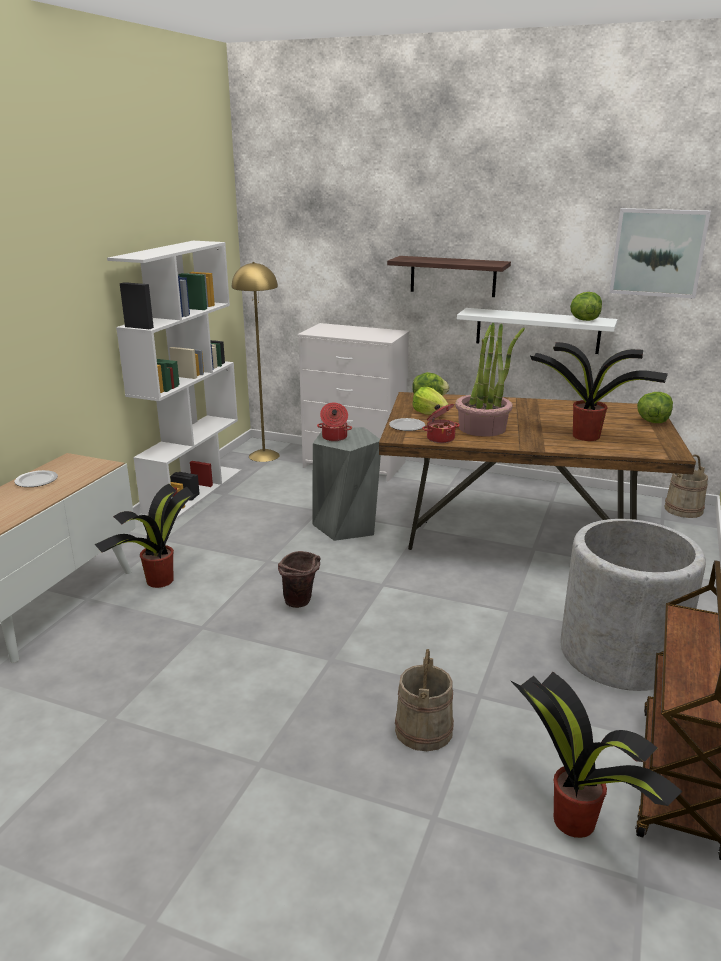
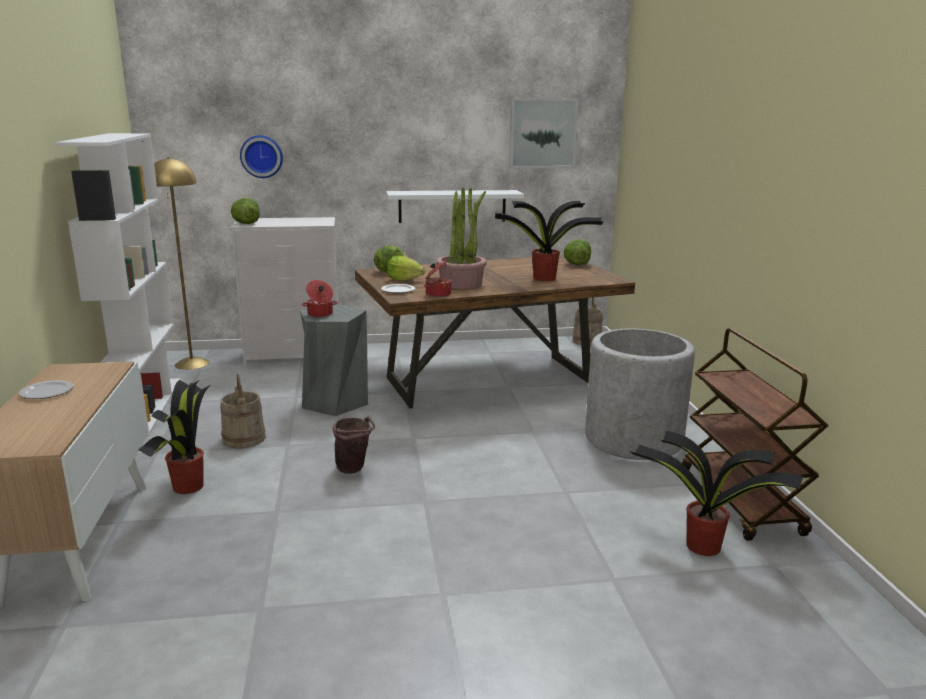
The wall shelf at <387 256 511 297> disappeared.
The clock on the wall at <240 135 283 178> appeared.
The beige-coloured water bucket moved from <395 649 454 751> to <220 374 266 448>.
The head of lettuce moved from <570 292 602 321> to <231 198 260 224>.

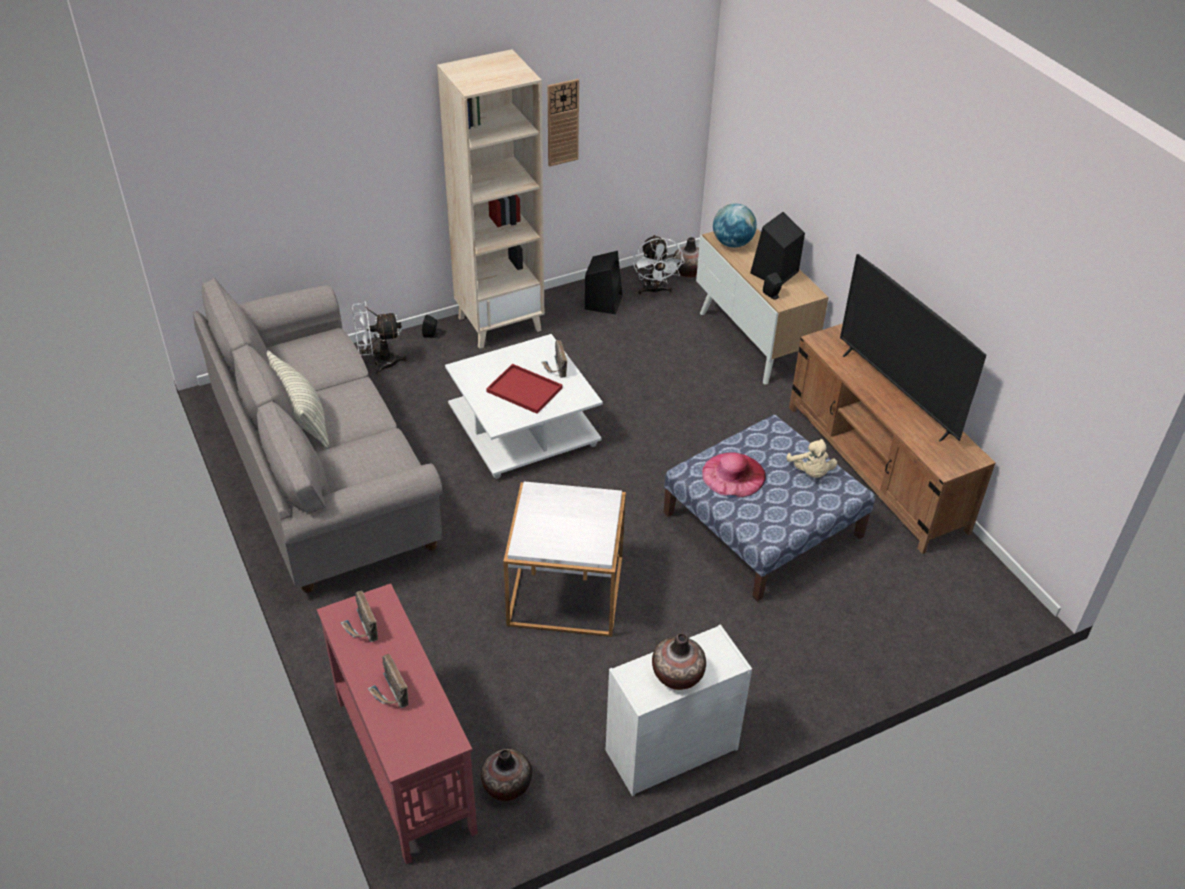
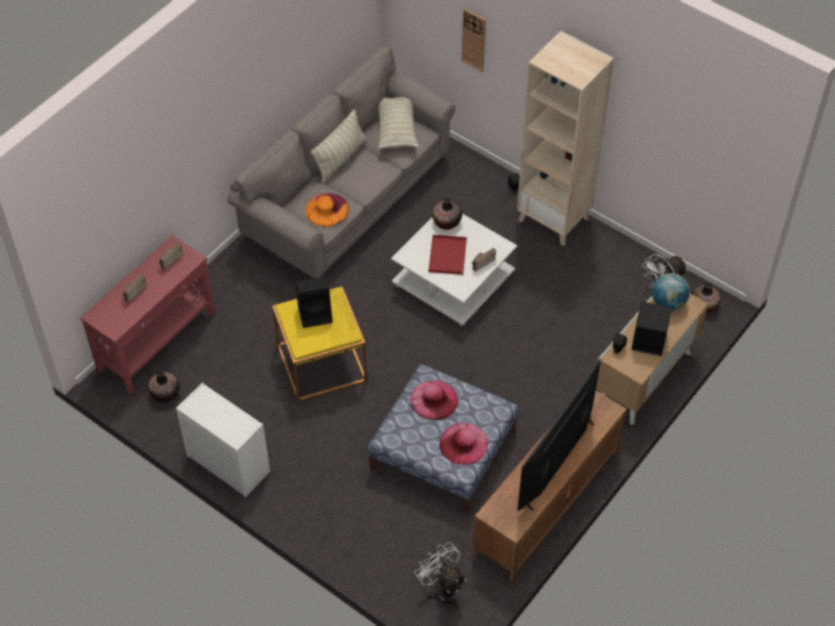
The orange-coloured clothing hat at <305 193 349 227> appeared.
The cushion at <378 97 419 149> appeared.
The white-coloured cooling fan moved from <352 301 407 376> to <415 542 466 609>.
The clock on the wall moved from <548 79 579 167> to <462 8 486 72>.
The black-coloured speaker moved from <585 251 623 314> to <296 277 333 328>.
The decorative vase moved from <652 633 706 690> to <432 198 462 230>.
The beige-coloured plush toy at <786 439 837 478> was replaced by the pinkish clothing hat at <439 423 488 465>.
The white-coloured accent table at <503 481 626 637> became the yellow-coloured accent table at <272 286 367 401>.

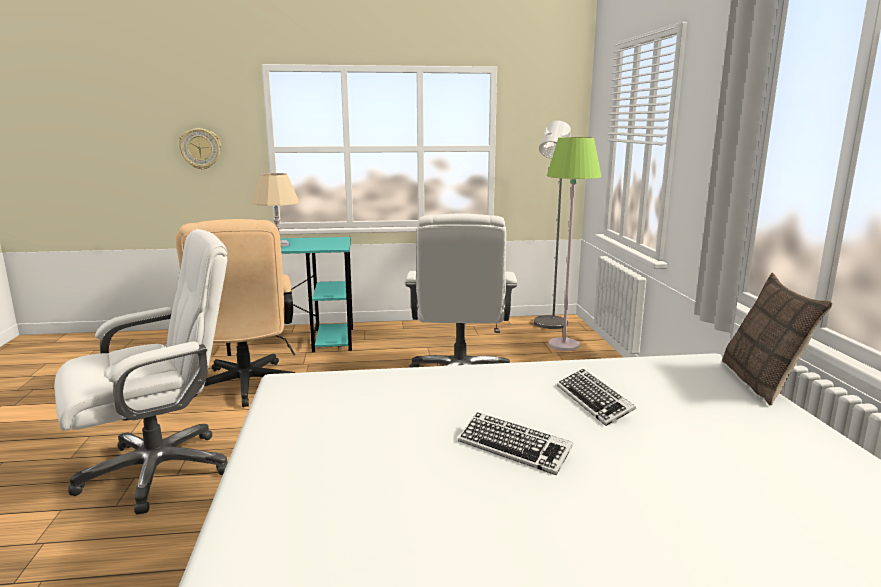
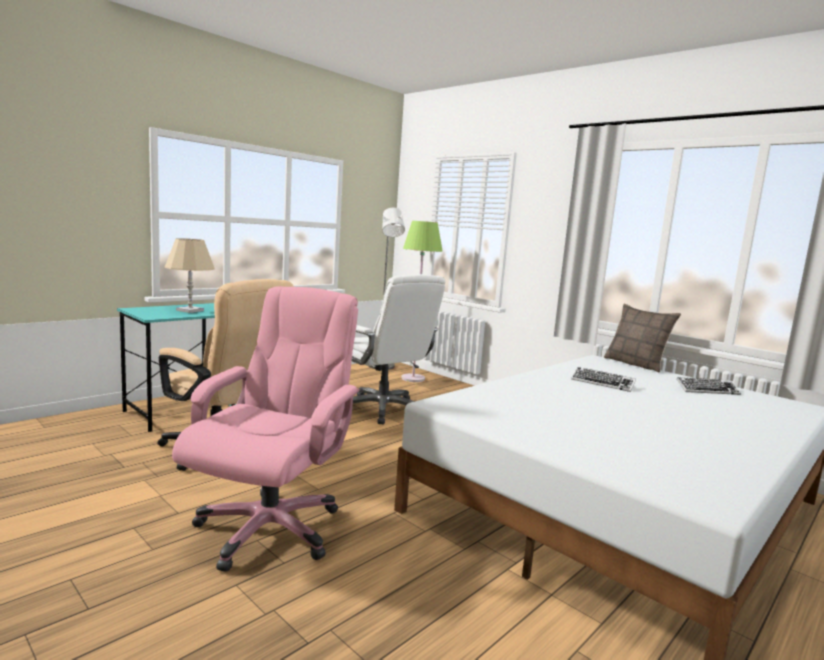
The clock on the wall at <179 128 221 170> disappeared.
The PC keyboard moved from <458 412 573 475> to <676 377 741 395>.
The white-coloured computer chair at <54 229 228 514> became the pinkish computer chair at <172 286 360 572>.

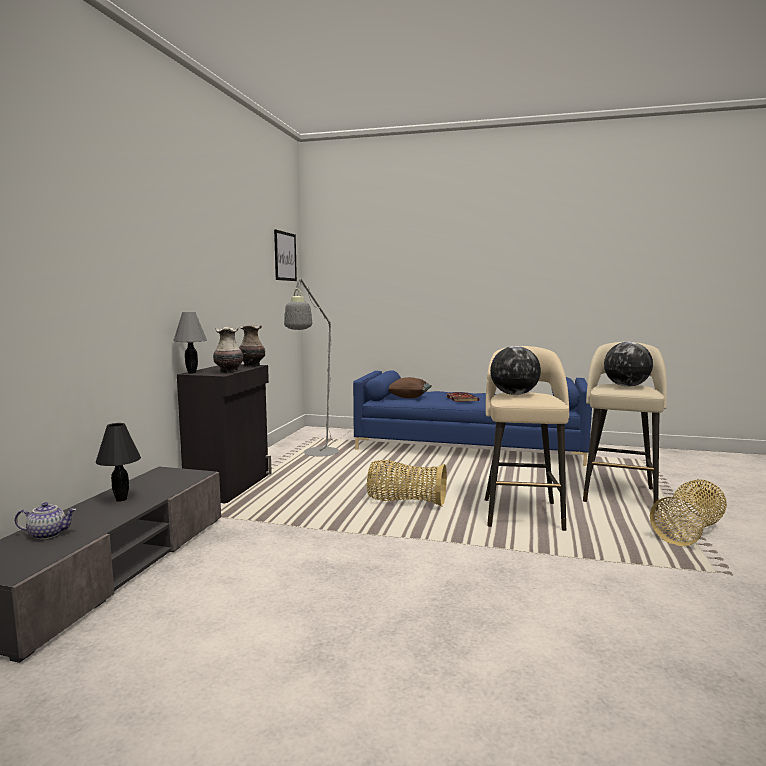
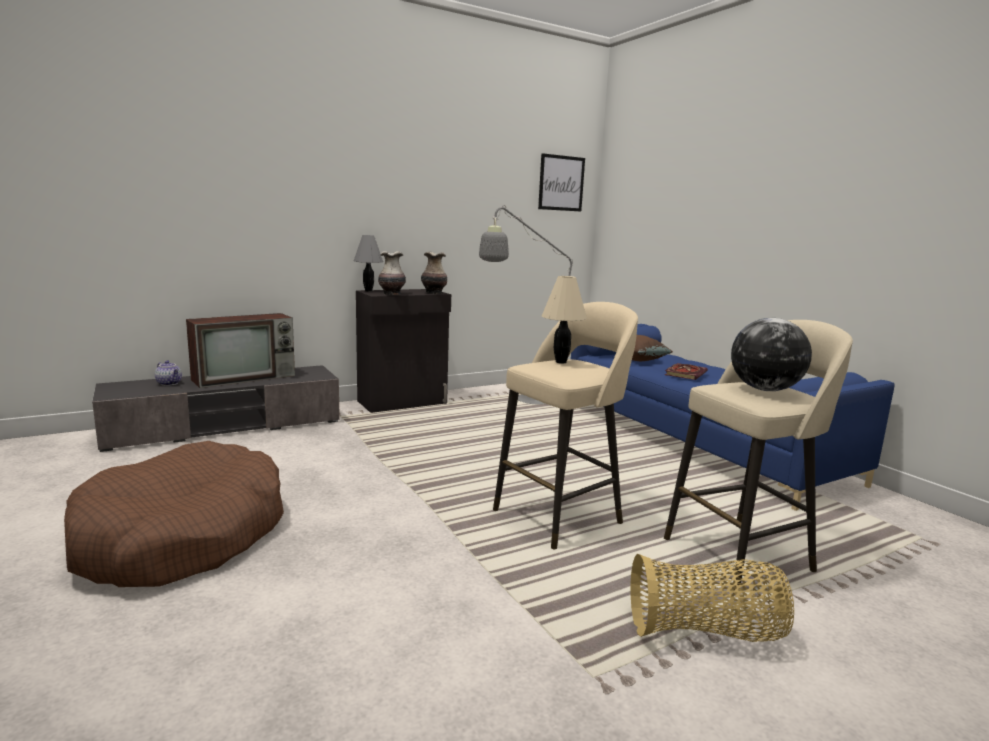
The household basket at <367 460 447 507> disappeared.
The brown pet bed at <64 441 284 587> appeared.
The black-coloured lamp for a table at <96 423 141 502> was replaced by the TV set at <186 313 295 388>.
The globe at <490 346 541 395> was replaced by the beige-coloured lamp for a table at <542 276 587 364>.

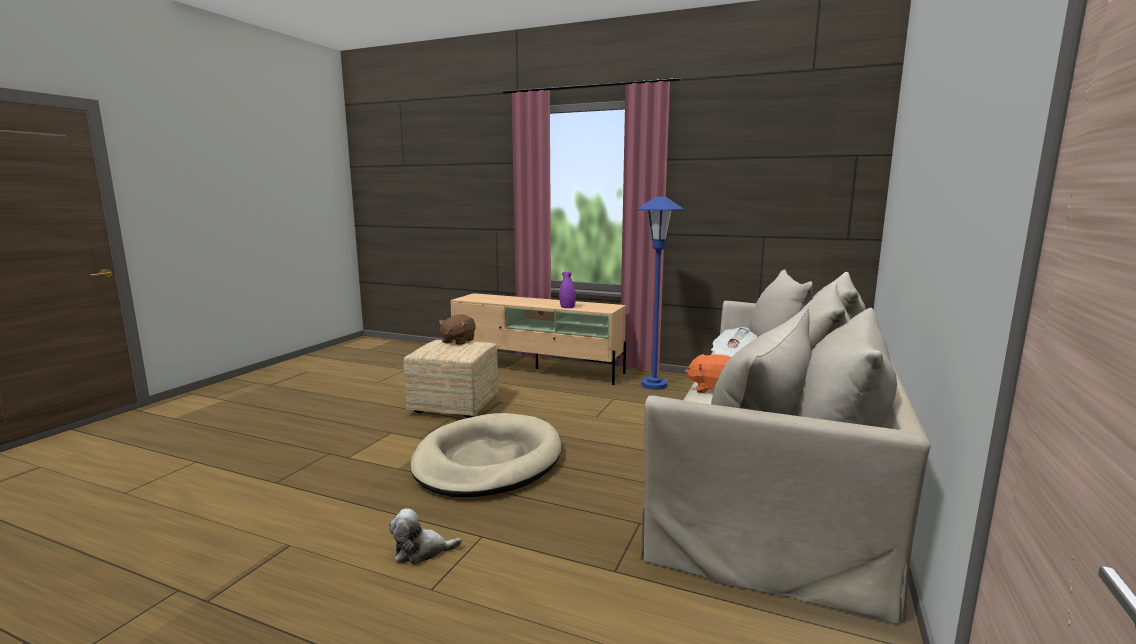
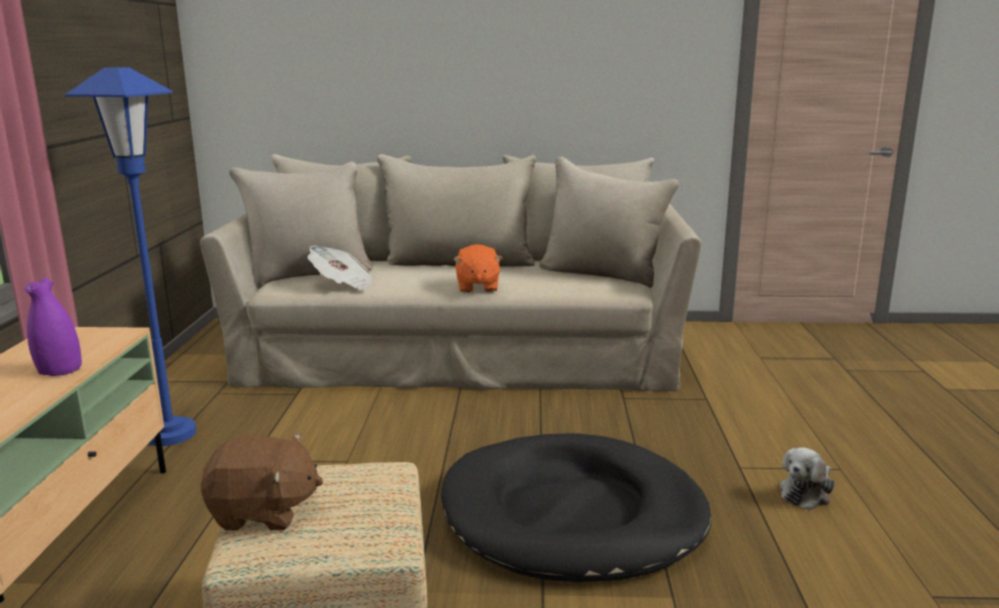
The beige-coloured pet bed at <410 413 561 498> became the black-coloured pet bed at <441 433 712 582>.
The plush toy at <389 508 462 565> turned 75 degrees clockwise.

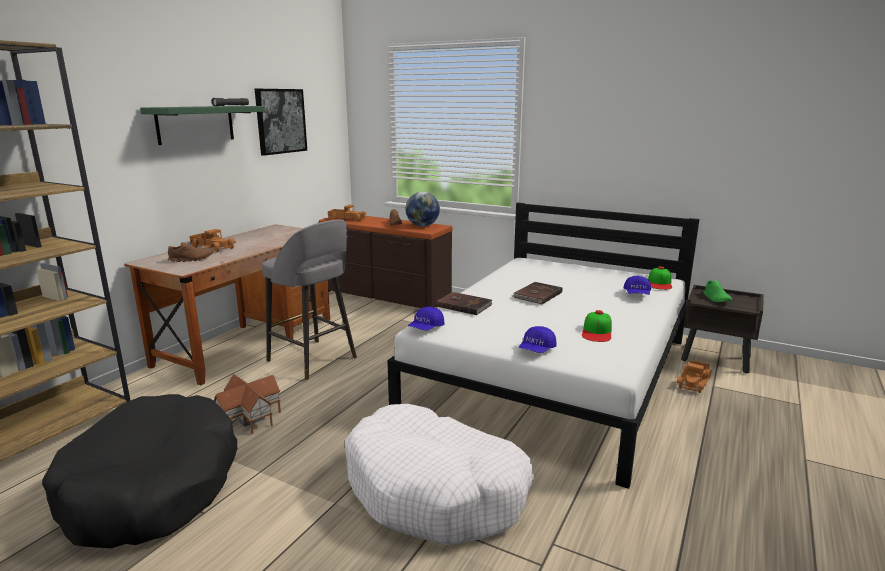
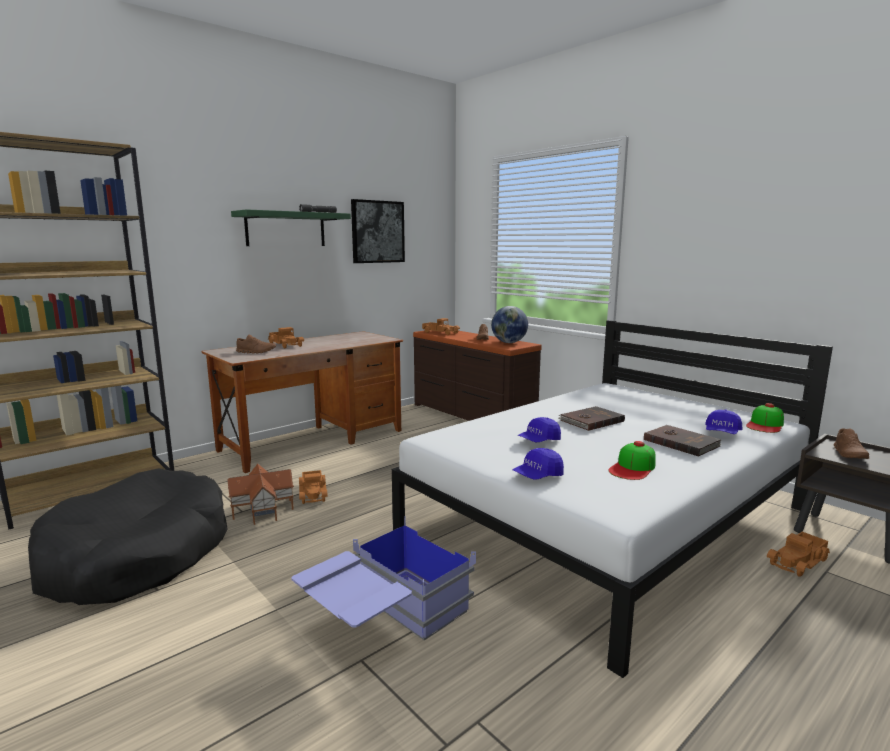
The grey stool seat at <262 220 357 380> disappeared.
The toy lorry at <299 470 328 504> appeared.
The blue-coloured peaked cap moved from <408 307 444 331> to <518 417 561 442>.
The brown volume moved from <436 292 493 315> to <644 425 722 456>.
The white-coloured pet bed at <345 404 534 545> was replaced by the blue-coloured storage container at <291 516 476 641>.
The green-coloured shoe at <703 280 732 302> became the brown shoe at <834 428 869 459>.

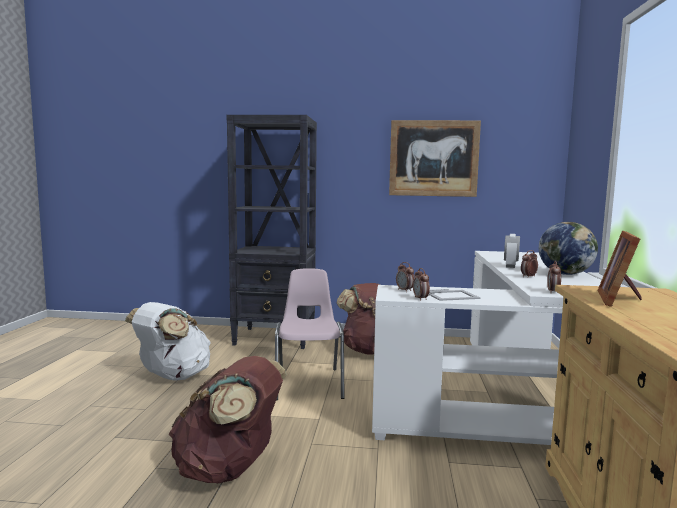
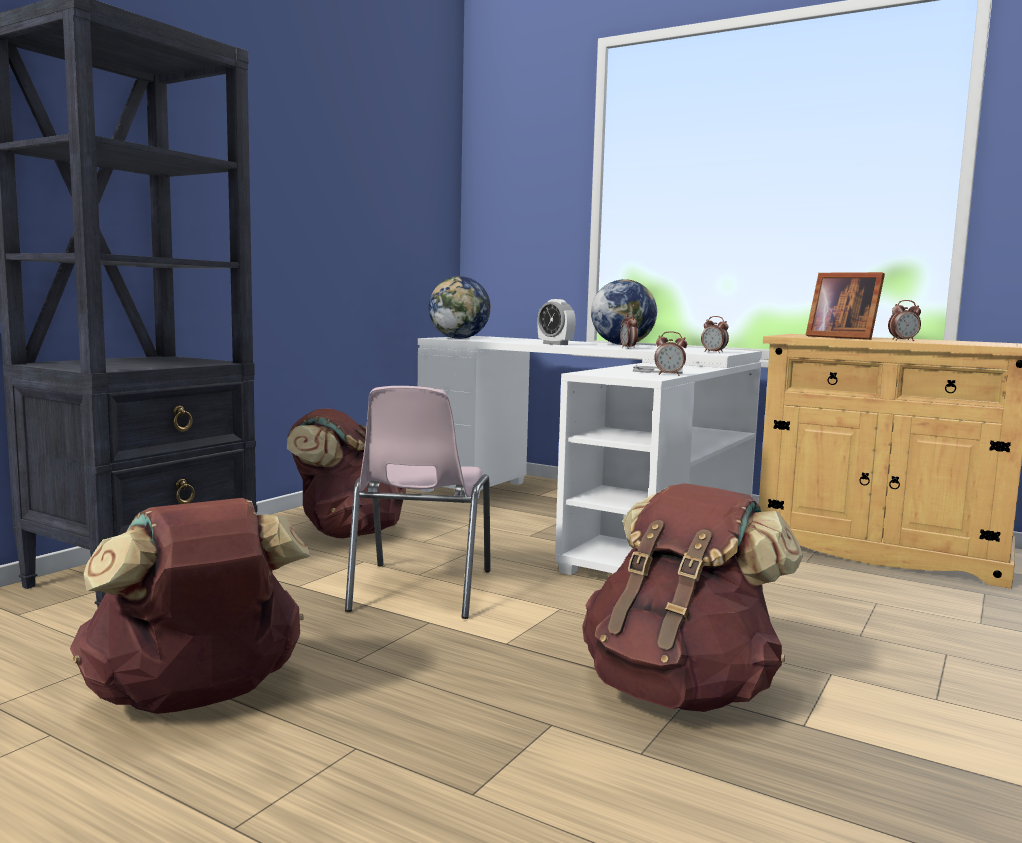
The wall art at <389 120 481 197> disappeared.
The globe at <429 276 491 339> appeared.
The bedside clock moved from <396 262 415 292> to <888 300 921 341>.
The white-coloured rucksack at <125 302 211 381> became the brown rucksack at <70 498 310 714>.
The pinkish chair at <275 268 344 400> turned 105 degrees counterclockwise.

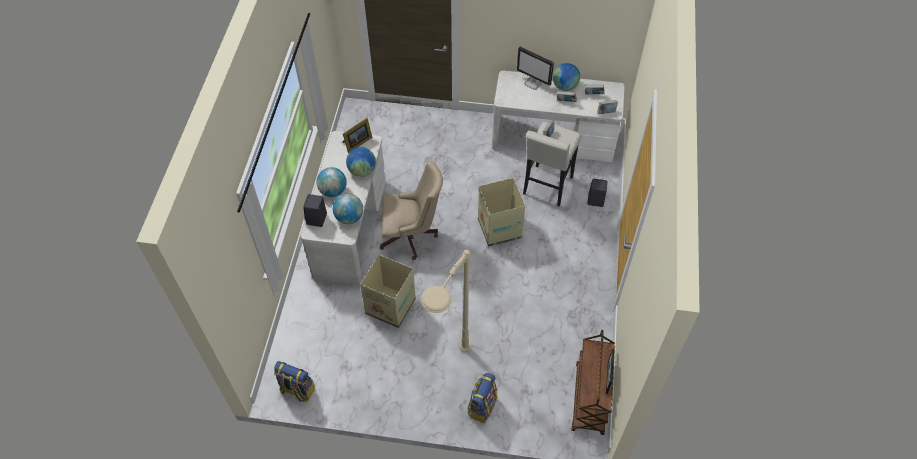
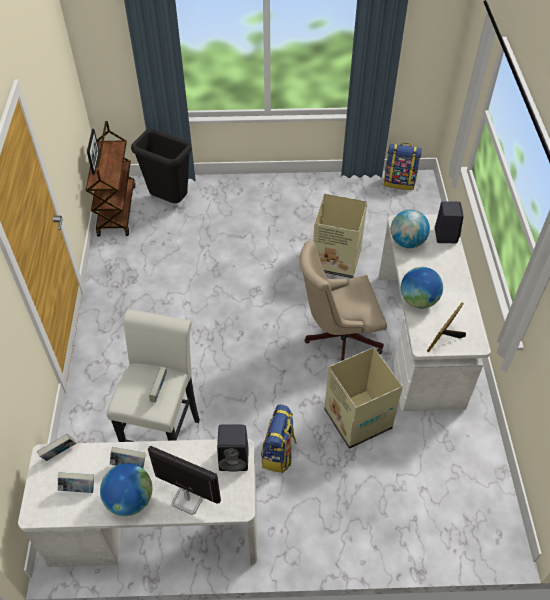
The globe at <316 167 347 197> disappeared.
The beige-coloured floor lamp at <421 250 471 352> disappeared.
The black-coloured trash can at <131 129 192 203> appeared.
The rucksack moved from <468 373 498 423> to <261 404 297 473>.
The packing box moved from <478 178 525 246> to <324 347 403 449>.
The black-coloured speaker moved from <587 179 607 207> to <217 425 249 472>.

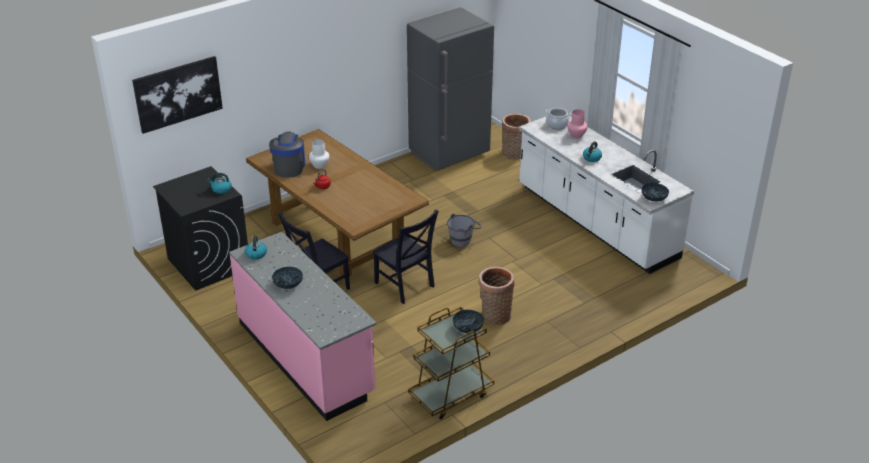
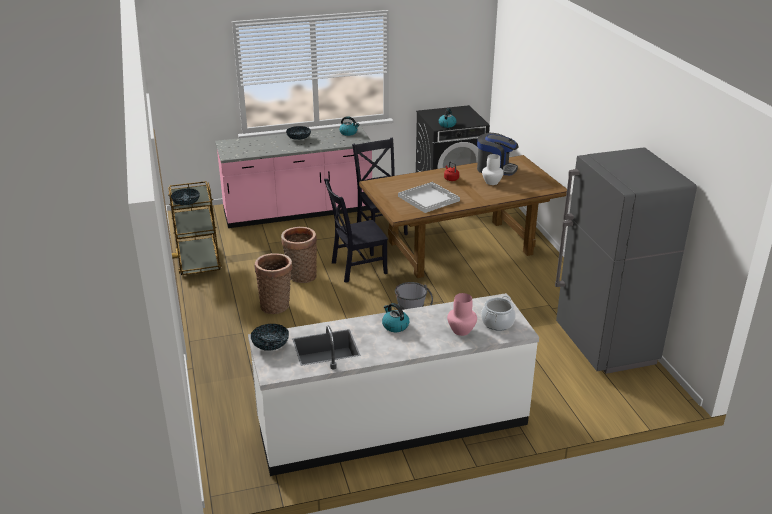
The wall art at <132 56 223 134> disappeared.
The white-coloured tray at <398 182 460 213> appeared.
The household basket moved from <502 114 531 160> to <281 227 317 283>.

